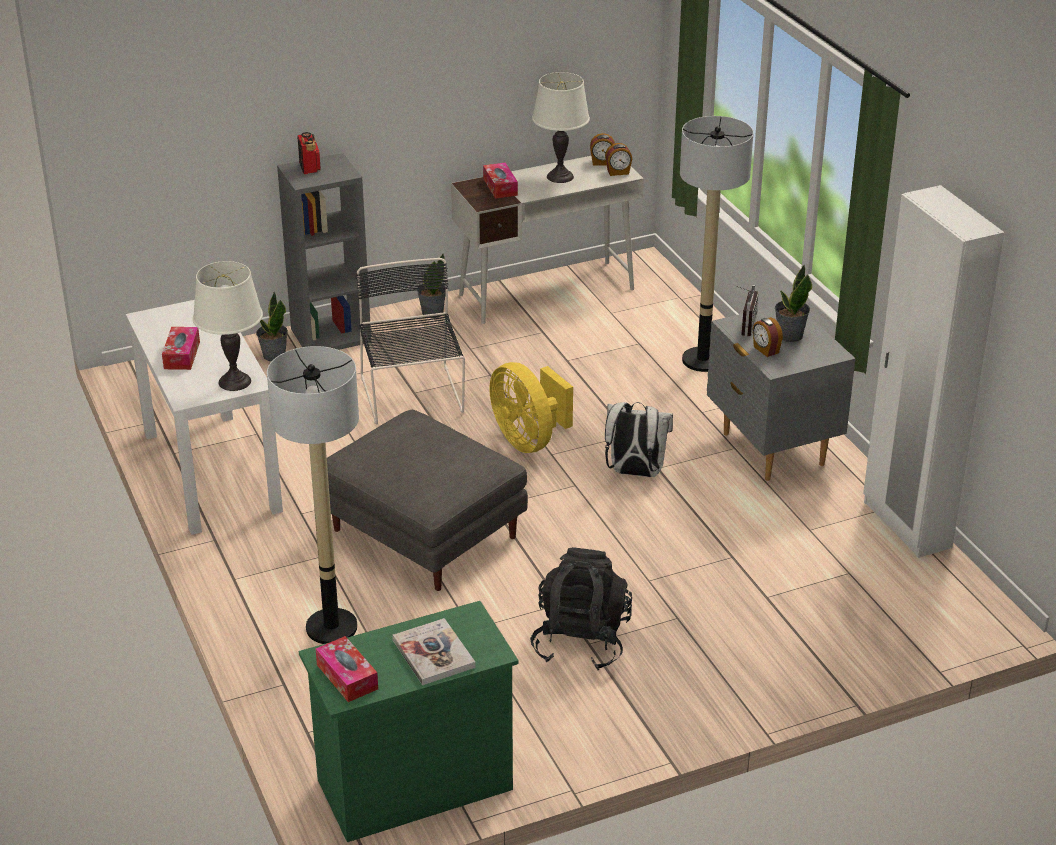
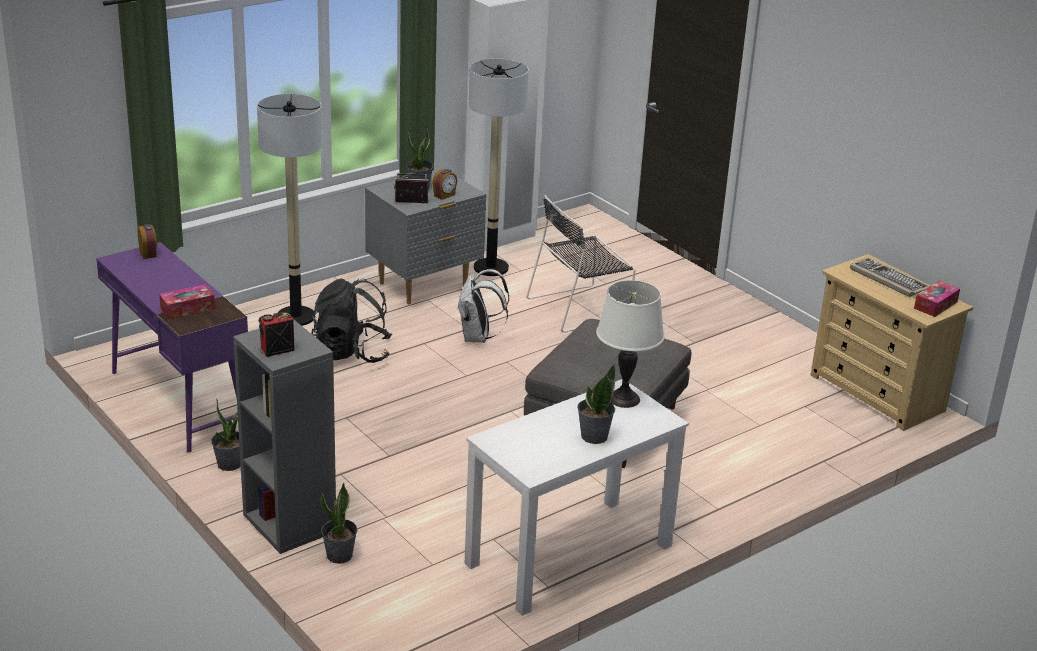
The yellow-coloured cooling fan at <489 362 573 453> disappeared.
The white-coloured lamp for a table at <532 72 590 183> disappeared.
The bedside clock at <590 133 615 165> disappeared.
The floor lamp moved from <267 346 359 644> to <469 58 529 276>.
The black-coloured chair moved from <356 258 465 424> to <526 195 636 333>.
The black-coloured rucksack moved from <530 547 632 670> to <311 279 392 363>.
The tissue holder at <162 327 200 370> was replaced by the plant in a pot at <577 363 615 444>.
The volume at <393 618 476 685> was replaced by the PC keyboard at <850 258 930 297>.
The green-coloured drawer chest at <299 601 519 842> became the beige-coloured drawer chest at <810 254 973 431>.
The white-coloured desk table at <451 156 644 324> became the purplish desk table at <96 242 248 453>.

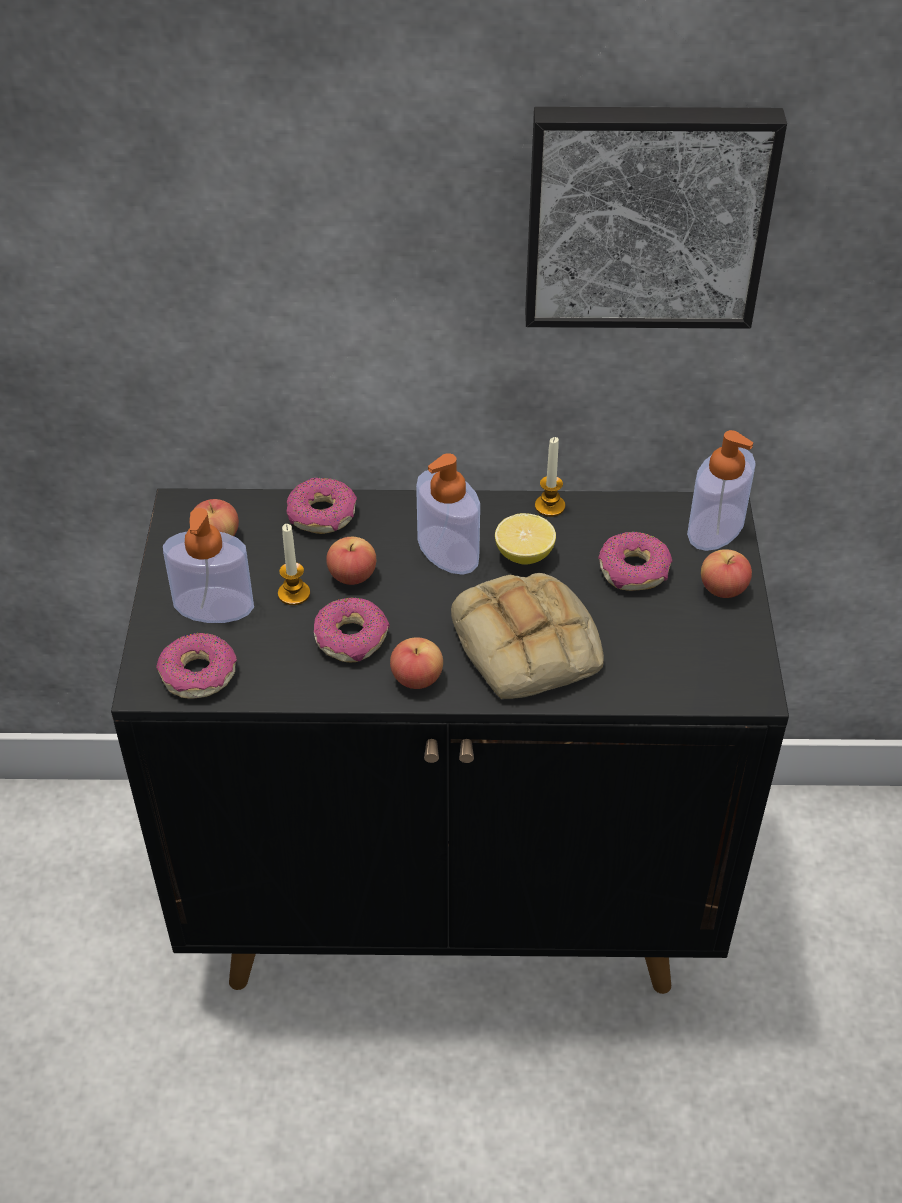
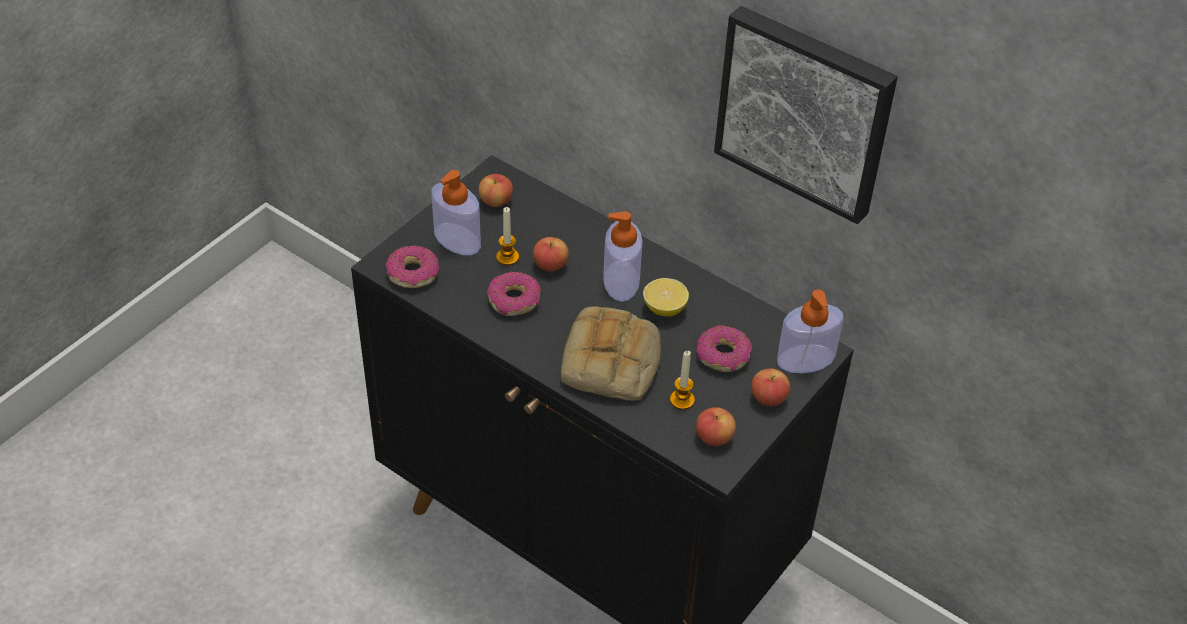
The ring doughnut at <287 478 357 534> disappeared.
The apple moved from <390 637 443 689> to <696 407 736 446>.
The candle moved from <535 437 565 517> to <670 351 695 410>.

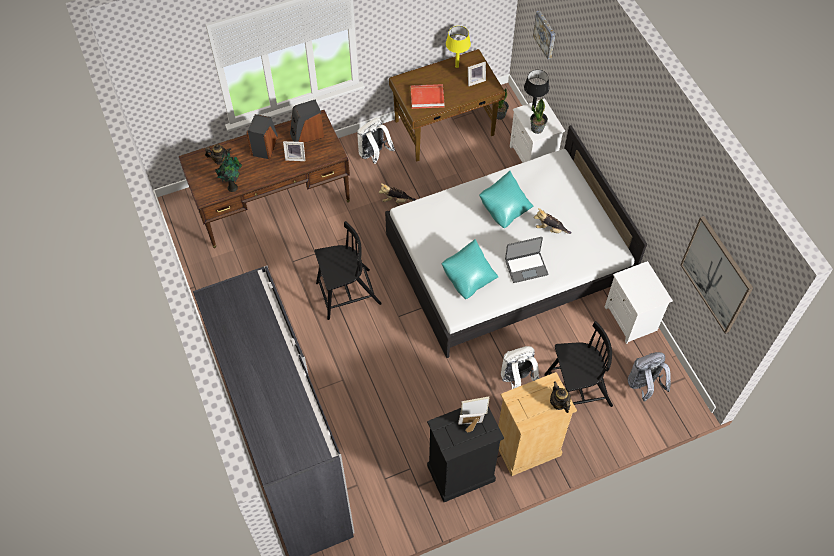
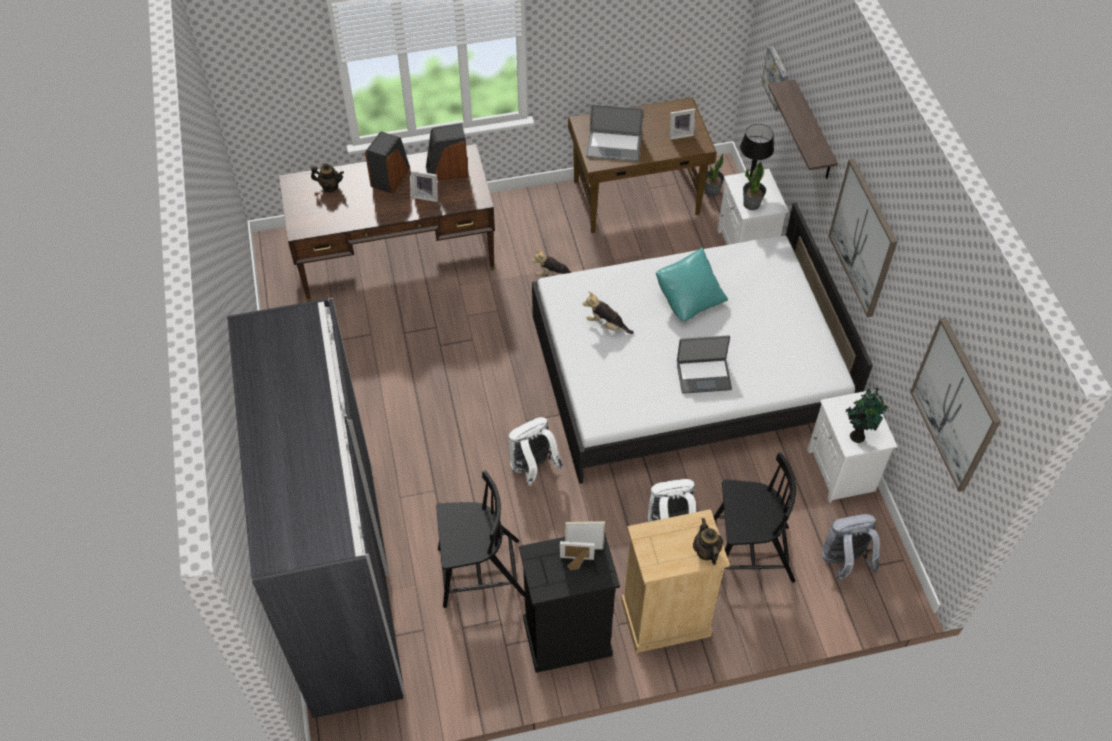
The blue-green cushion at <442 239 498 299> disappeared.
The yellow-coloured lamp for a table at <446 26 471 68> disappeared.
The wall shelf at <768 79 838 179> appeared.
The wall art at <828 158 897 317> appeared.
The plant in a pot moved from <215 152 242 192> to <846 388 888 443>.
The black-coloured chair moved from <314 221 382 320> to <436 470 525 608>.
The white-coloured rucksack moved from <357 118 395 164> to <508 417 564 486>.
The plush toy moved from <534 208 572 234> to <583 292 634 334>.
The red tray at <411 84 445 109> was replaced by the notebook computer at <586 104 644 162>.

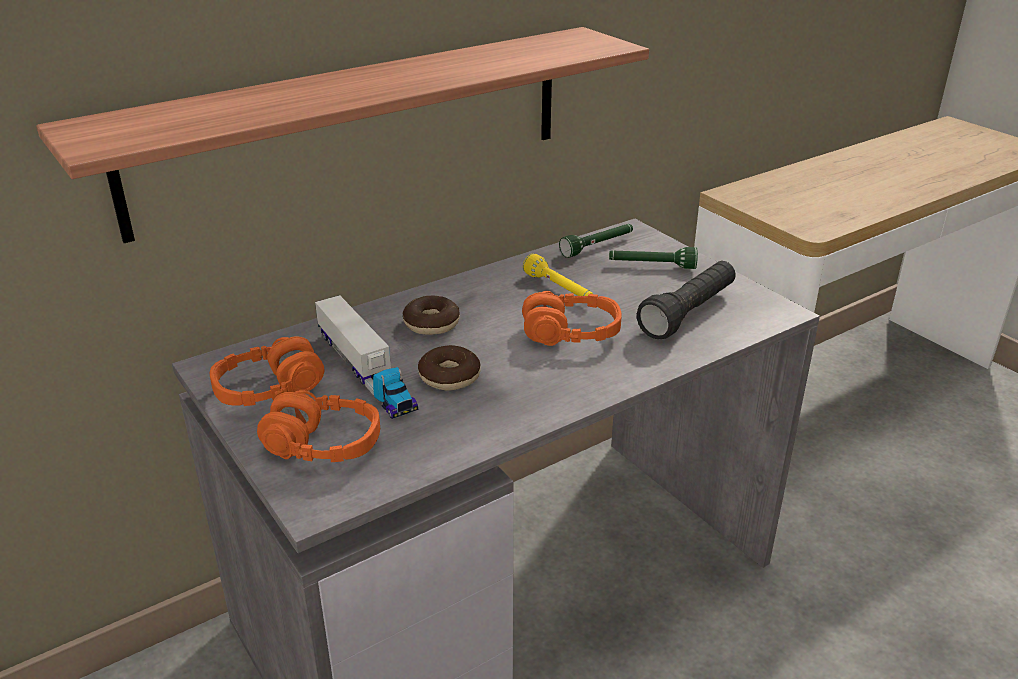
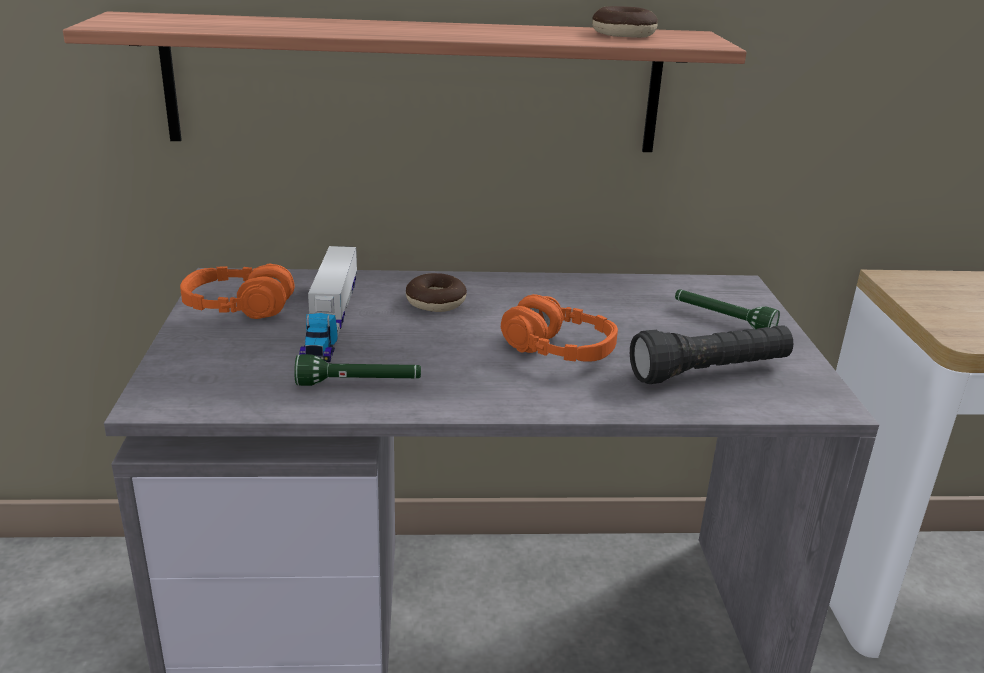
The orange-coloured headset at <257 390 380 462> disappeared.
The yellow-coloured hand torch at <523 253 593 296> disappeared.
The ring doughnut moved from <418 345 481 391> to <592 6 658 38>.
The green-coloured hand torch moved from <559 224 633 258> to <294 354 421 386>.

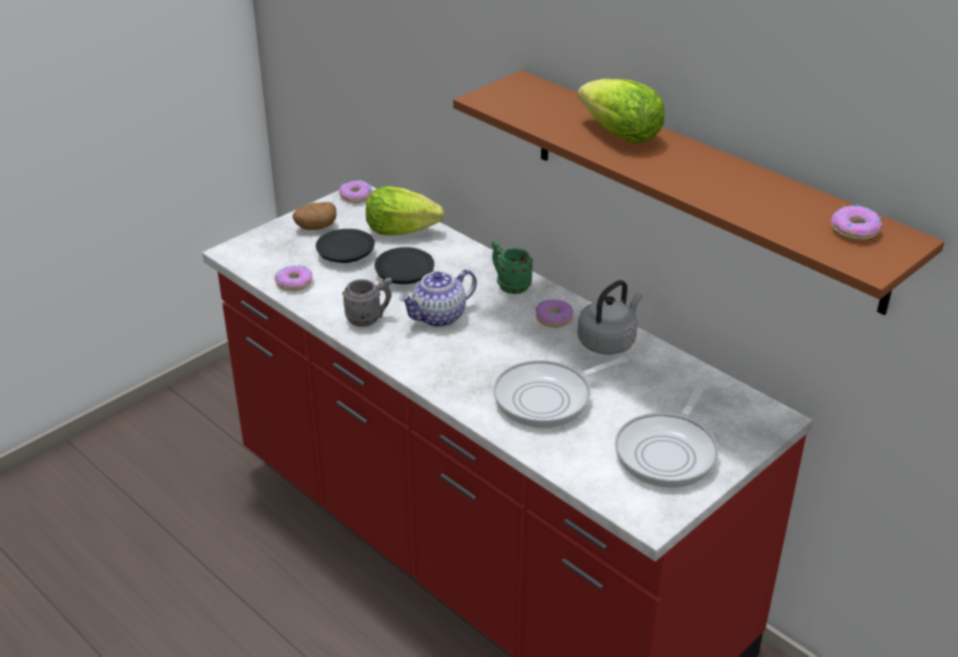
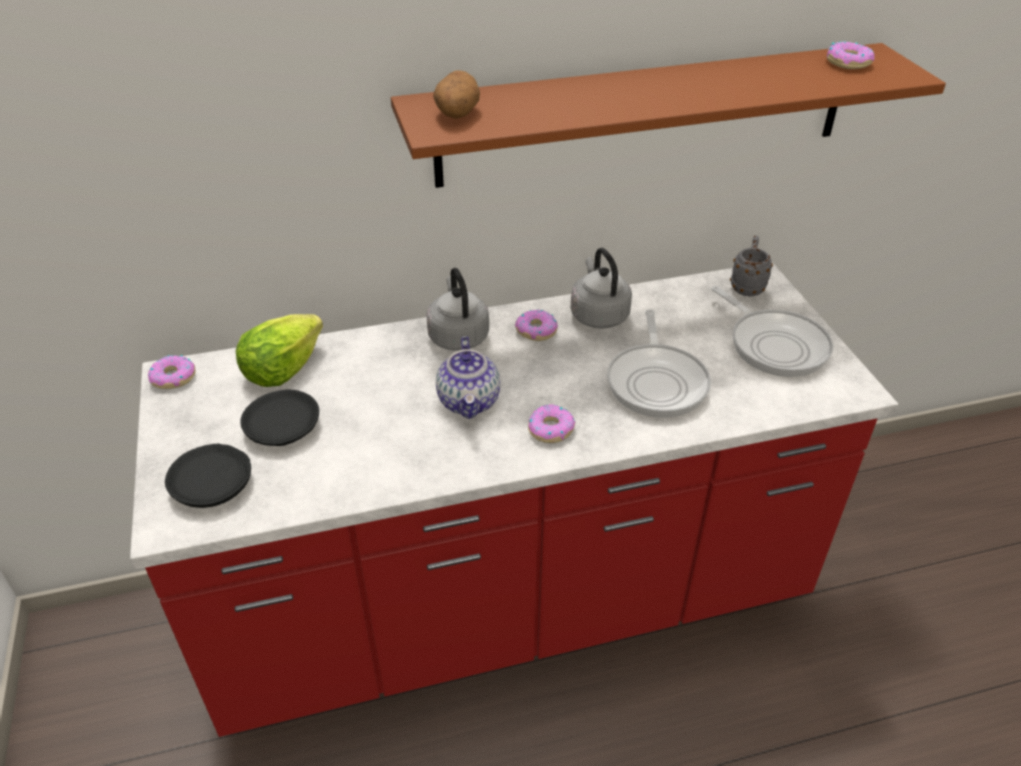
The head of lettuce at <578 79 664 143> disappeared.
The ring doughnut moved from <275 265 312 291> to <528 404 575 443>.
The potato moved from <293 202 336 230> to <433 70 480 119>.
The grey tea mug moved from <342 277 392 327> to <730 235 773 297>.
The black-coloured dinner plate moved from <374 247 434 284> to <165 444 251 508>.
The green-coloured tea mug at <492 241 533 294> was replaced by the grey tea kettle at <426 268 489 351>.

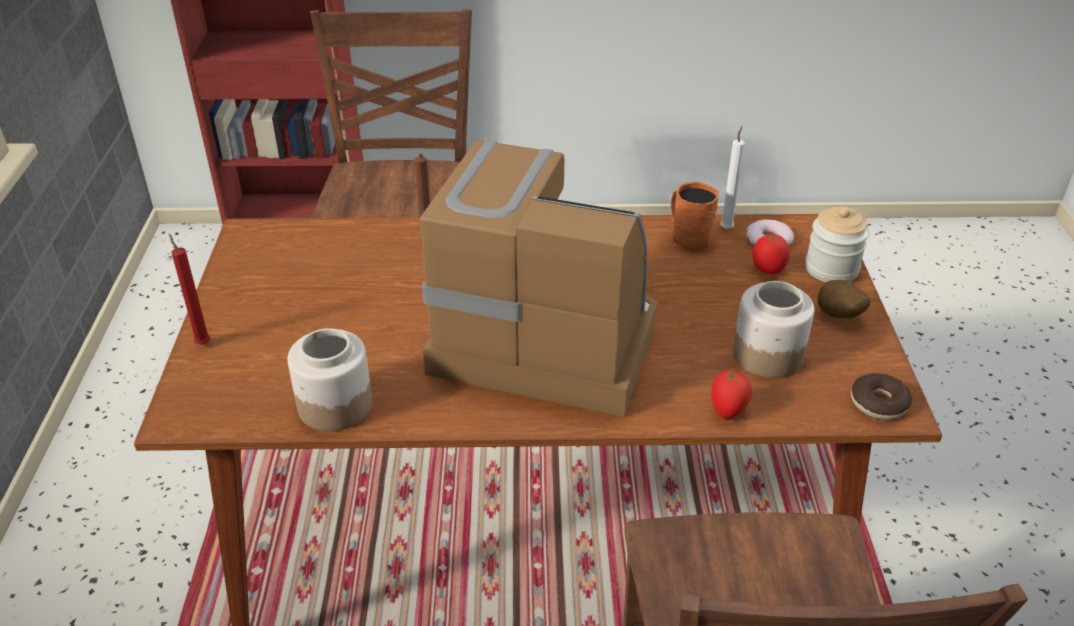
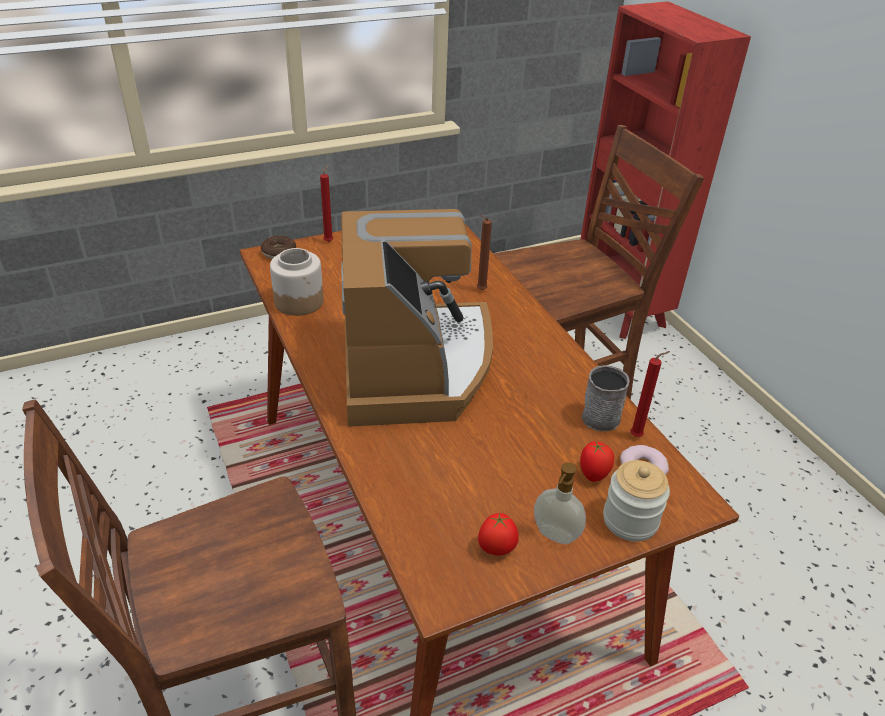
The preserve jar at <733 281 815 378> disappeared.
The fresh tomato moved from <711 368 752 419> to <478 513 519 555>.
The ring doughnut moved from <851 373 912 420> to <261 236 296 259>.
The potato at <818 280 871 319> was replaced by the soap dispenser at <534 462 586 544>.
The orange-coloured tea mug at <671 182 719 252> became the grey tea mug at <581 365 629 431>.
The white-coloured candle at <721 126 745 229> became the red candle at <630 351 670 437>.

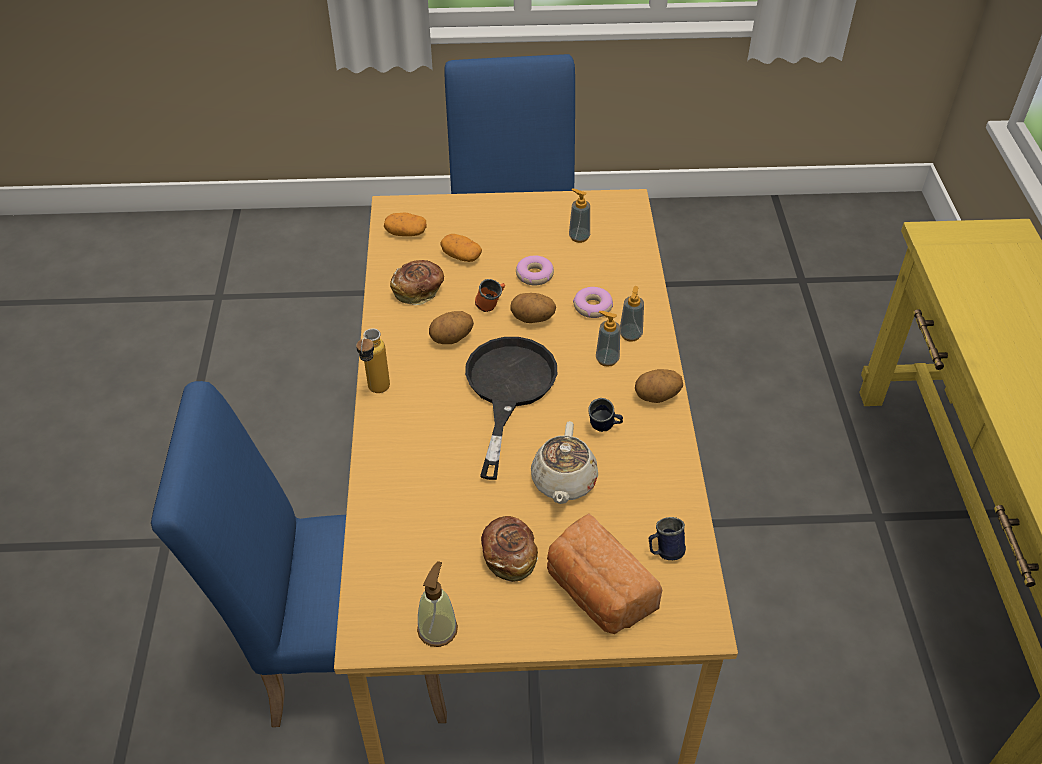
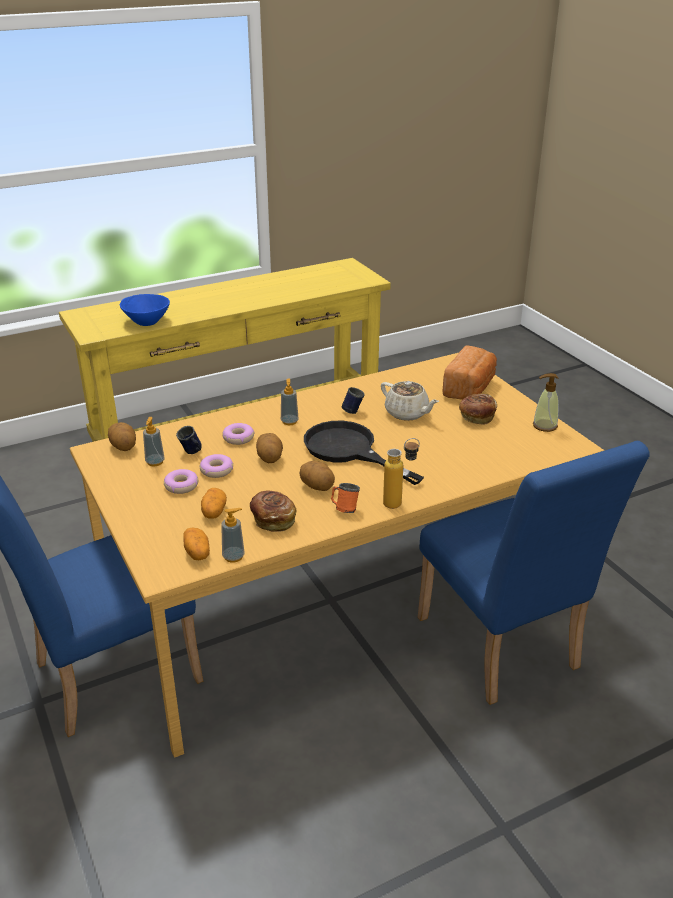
The blue-coloured bowl at <120 294 170 326> appeared.
The ring doughnut at <164 469 198 494> appeared.
The orange-coloured tea mug moved from <475 279 505 312> to <331 483 360 513>.
The soap dispenser moved from <620 286 644 341> to <221 508 245 563>.
The potato moved from <635 369 683 403> to <108 422 136 451>.
The blue-coloured tea mug moved from <649 517 686 560> to <176 426 202 454>.
The black-coloured frying pan at <465 337 557 480> turned 60 degrees clockwise.
The beige-coloured tea pot at <531 421 598 504> turned 60 degrees clockwise.

